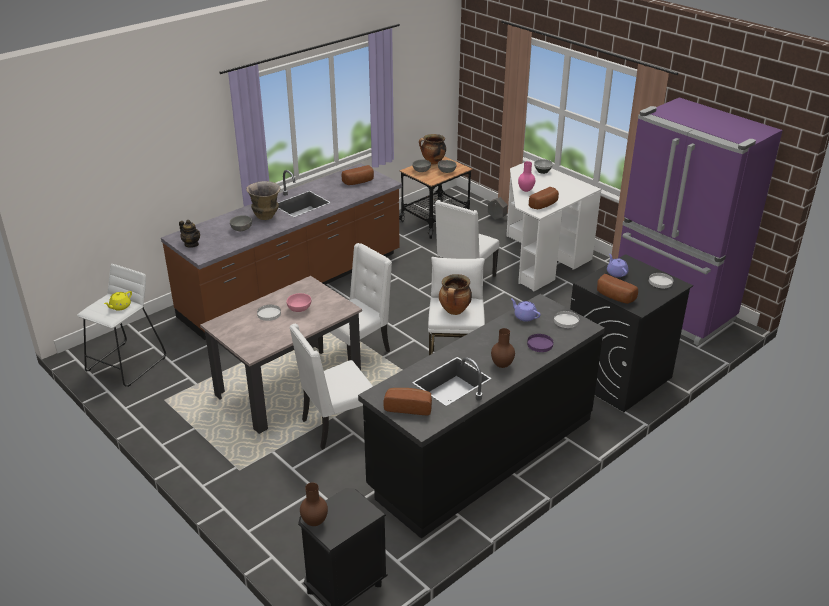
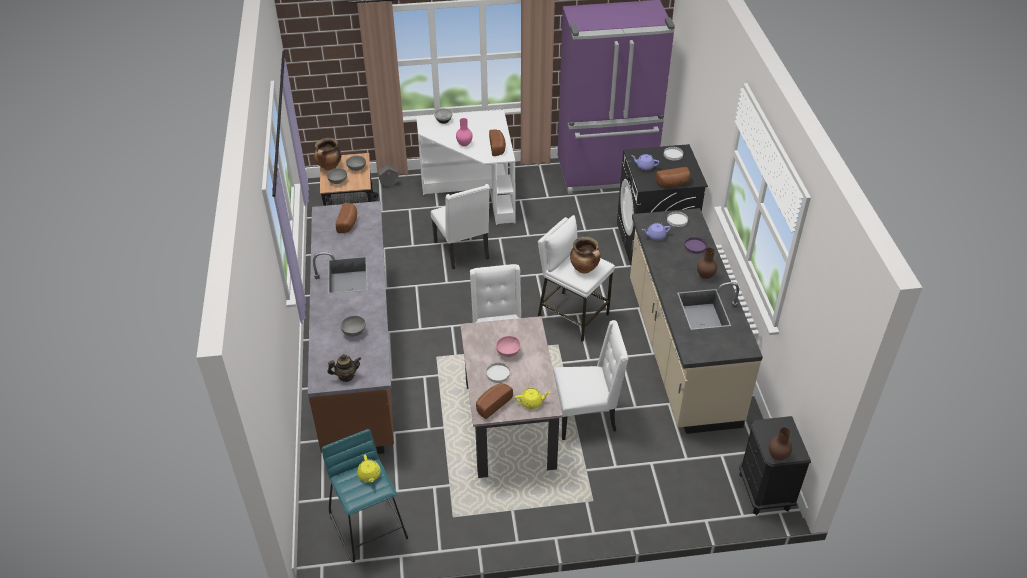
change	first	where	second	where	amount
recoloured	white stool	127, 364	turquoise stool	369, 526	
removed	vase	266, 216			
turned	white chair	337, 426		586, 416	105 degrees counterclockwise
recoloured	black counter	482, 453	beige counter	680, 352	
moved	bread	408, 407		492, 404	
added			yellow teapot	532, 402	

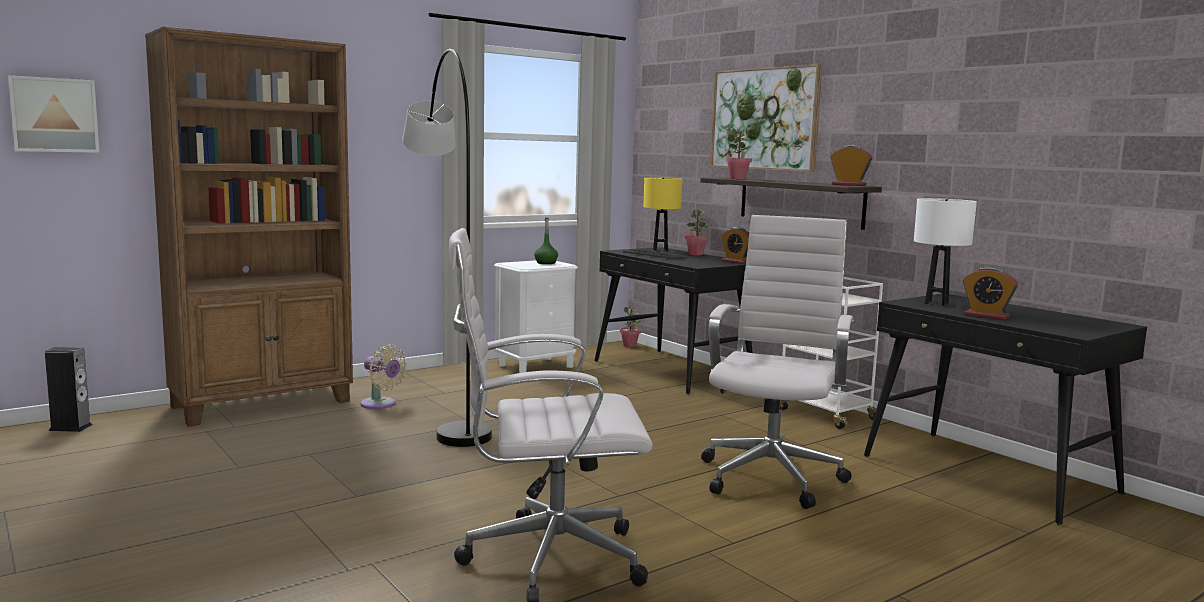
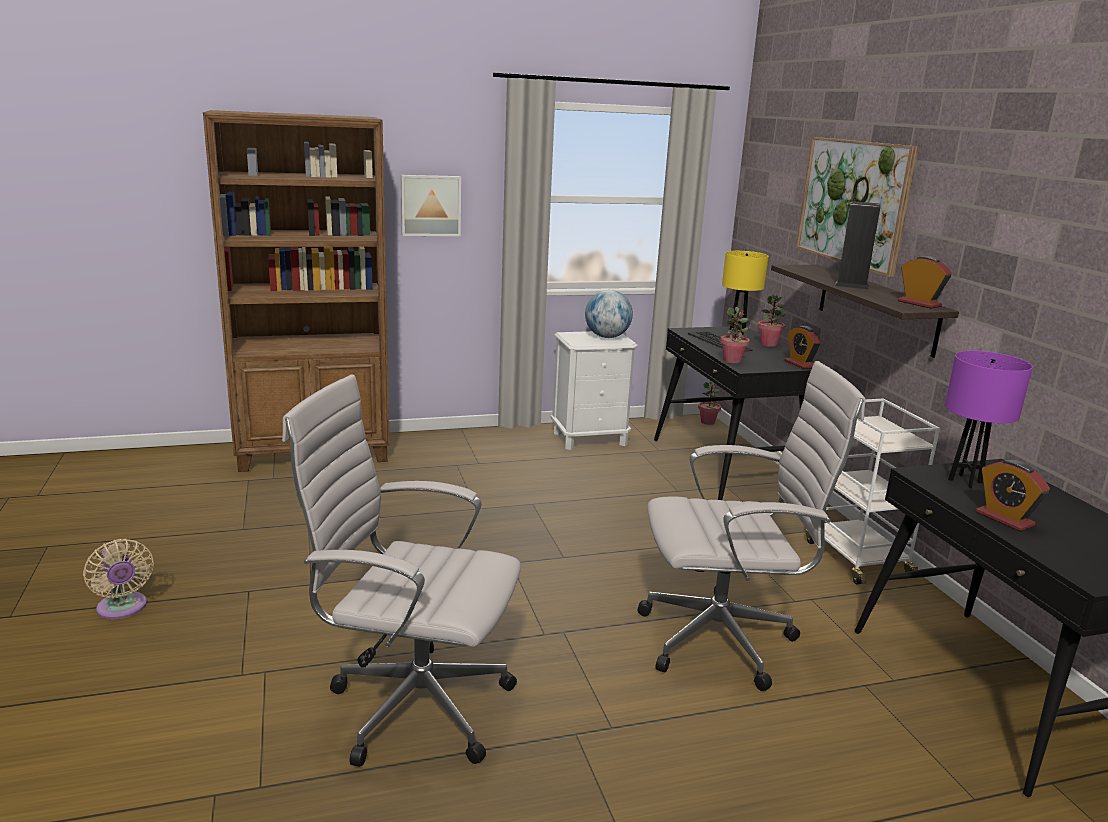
change	first	where	second	where	amount
moved	picture	54, 115		430, 205	
moved	speaker	70, 427		851, 285	
moved	beige fan	381, 404		123, 609	
removed	grey floor lamp	444, 408			
replaced	green bottle	546, 263	globe	607, 337	
turned	white office chair	772, 476		724, 640	45 degrees clockwise
moved	potted plant	737, 179		732, 360	
recoloured	white table lamp	936, 303	purple table lamp	964, 481	

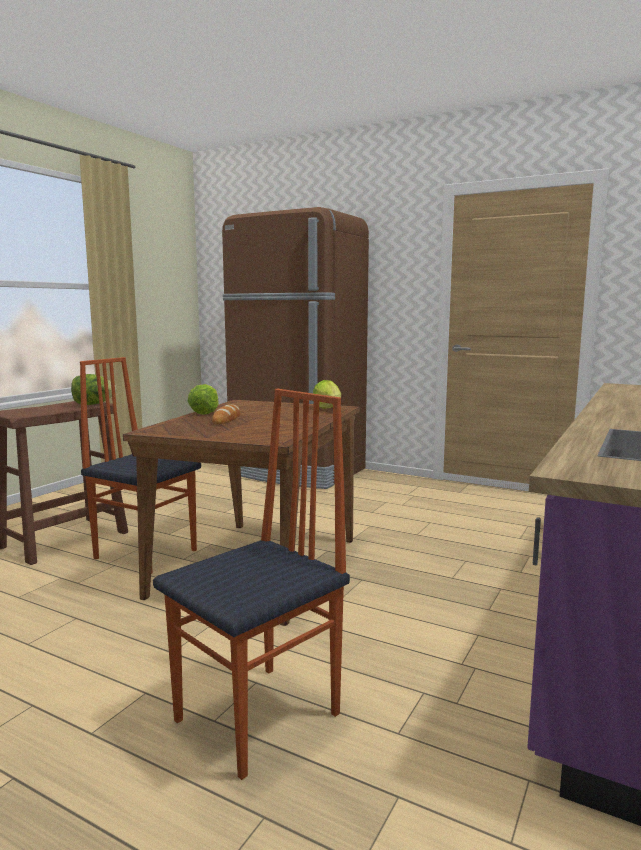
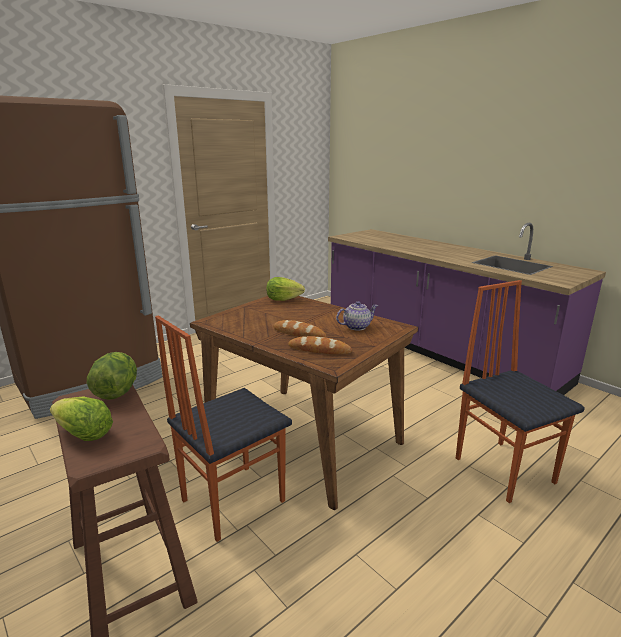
change	first	where	second	where	amount
moved	lettuce	205, 413		84, 435	
added			bread	319, 349	
added			teapot	356, 326	

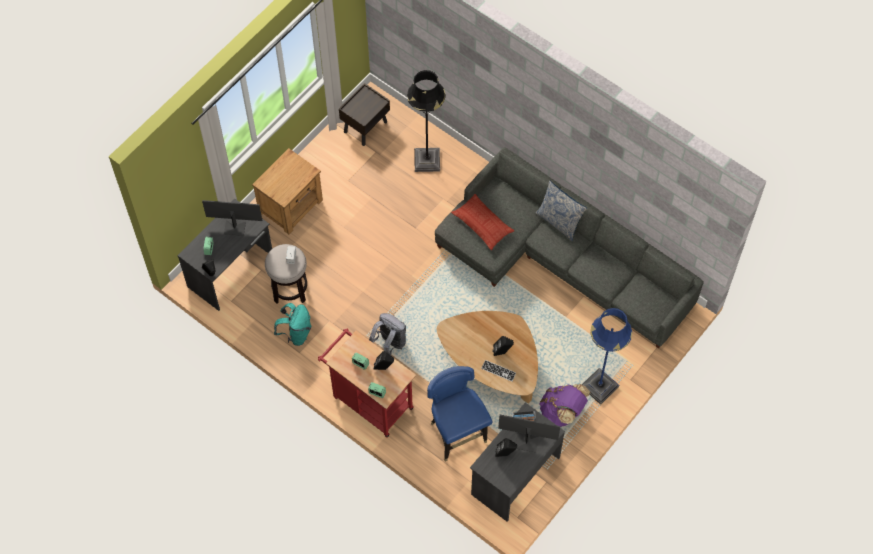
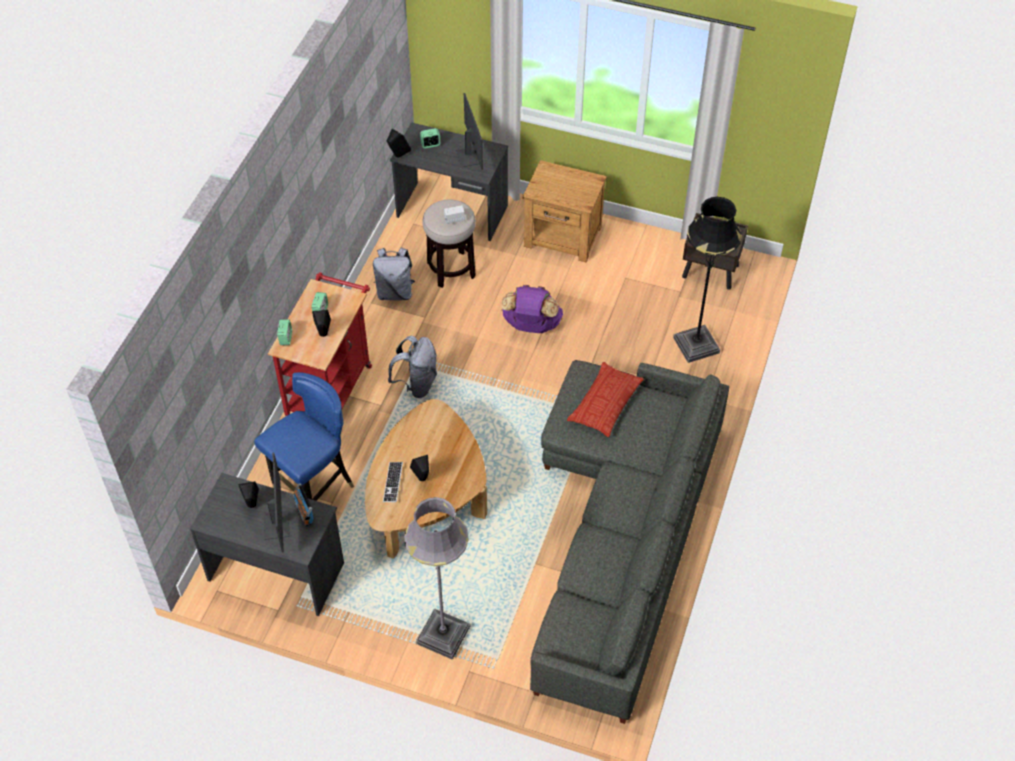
change	first	where	second	where	amount
recoloured	turquoise backpack	296, 333	grey backpack	395, 292	
removed	pillow	559, 221			
moved	purple backpack	562, 413		531, 326	
recoloured	blue floor lamp	599, 387	grey floor lamp	443, 635	

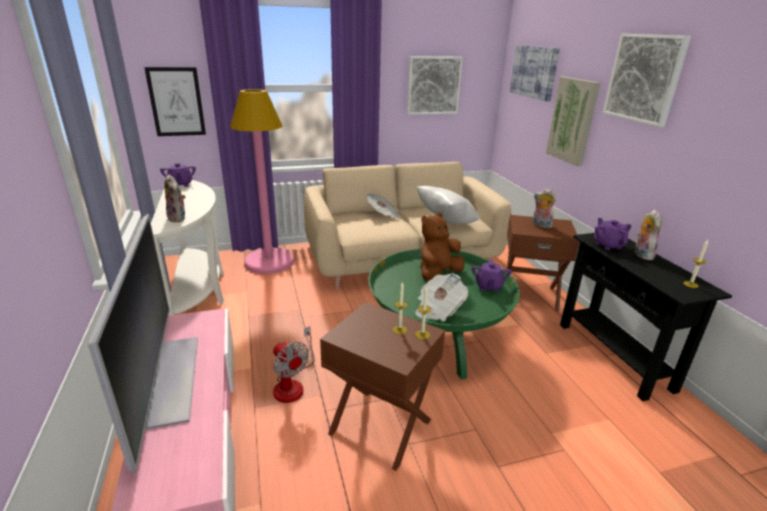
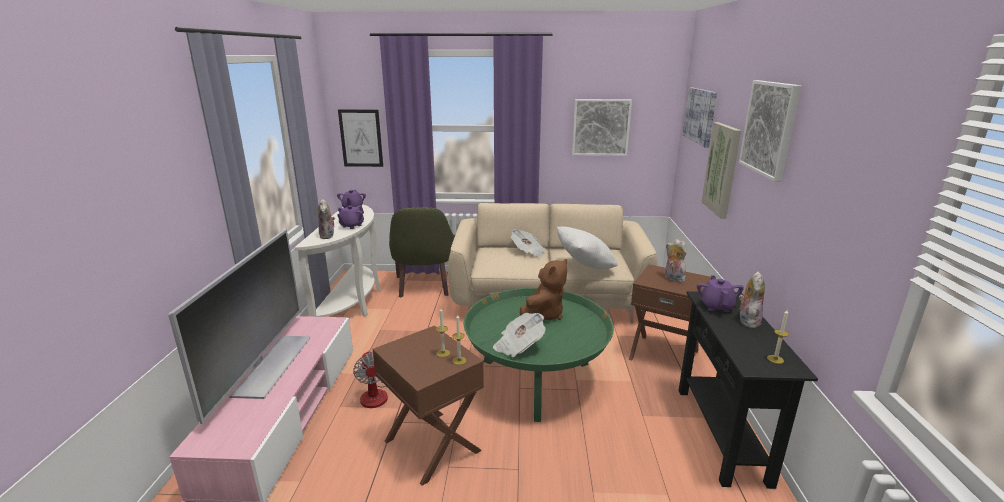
change	first	where	second	where	amount
replaced	pink floor lamp	269, 262	green armchair	425, 286	
turned	brown plush toy	438, 274		543, 315	150 degrees clockwise
moved	purple teapot	488, 286		351, 226	

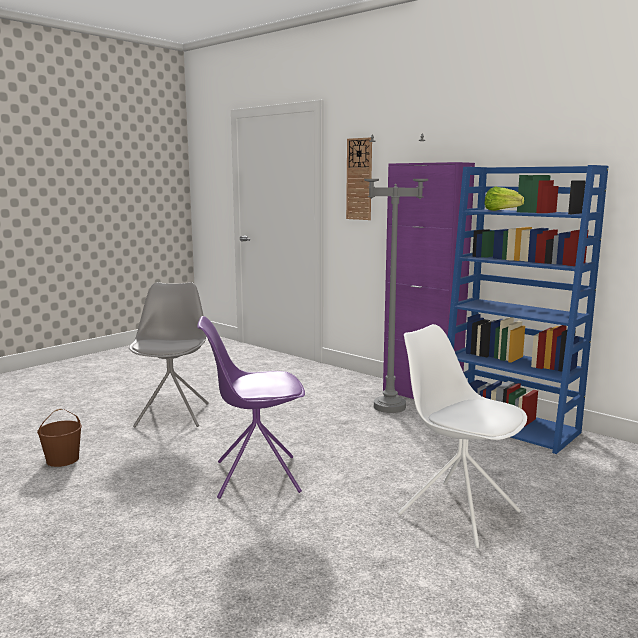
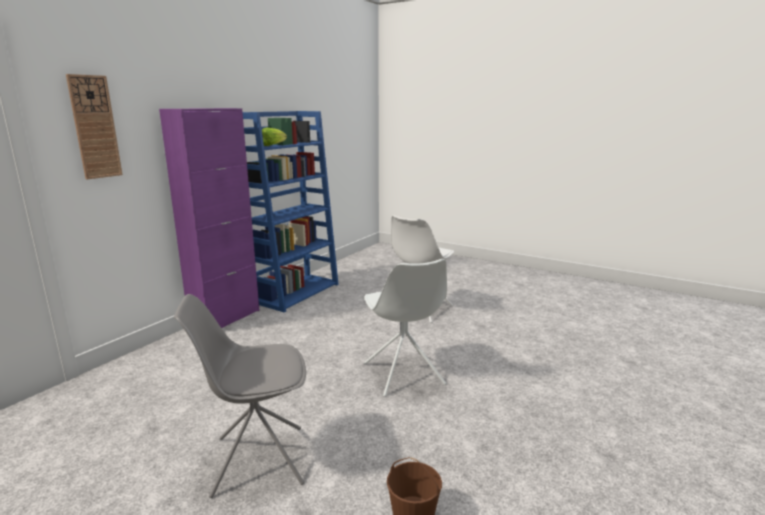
change	first	where	second	where	amount
recoloured	purple chair	255, 476	white chair	404, 375	
removed	grey floor lamp	390, 407			

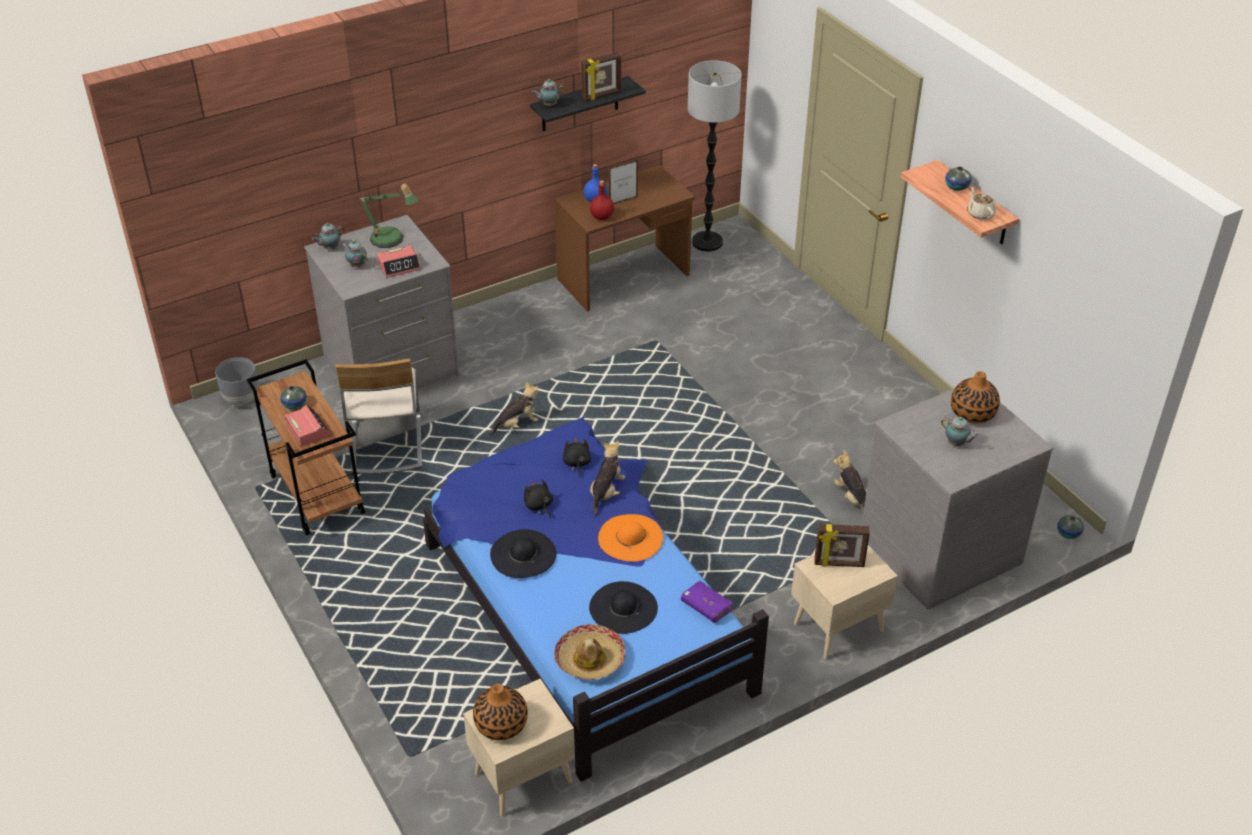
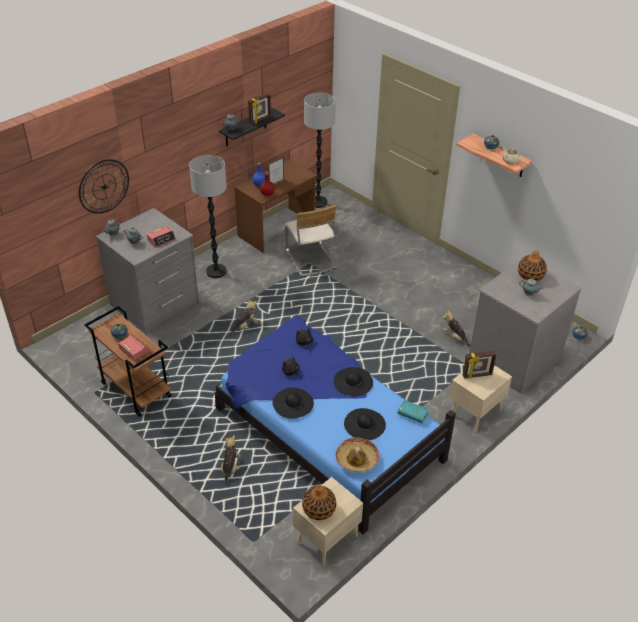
change	first	where	second	where	amount
removed	grey planter	241, 399			
moved	beige chair	385, 444		310, 260	
removed	table lamp	391, 240			
moved	plush toy	606, 493		230, 468	
recoloured	orange hat	630, 538	black hat	353, 381	
recoloured	purple book	706, 606	turquoise book	412, 414	
added			wall clock	104, 186	
added			floor lamp	216, 271	

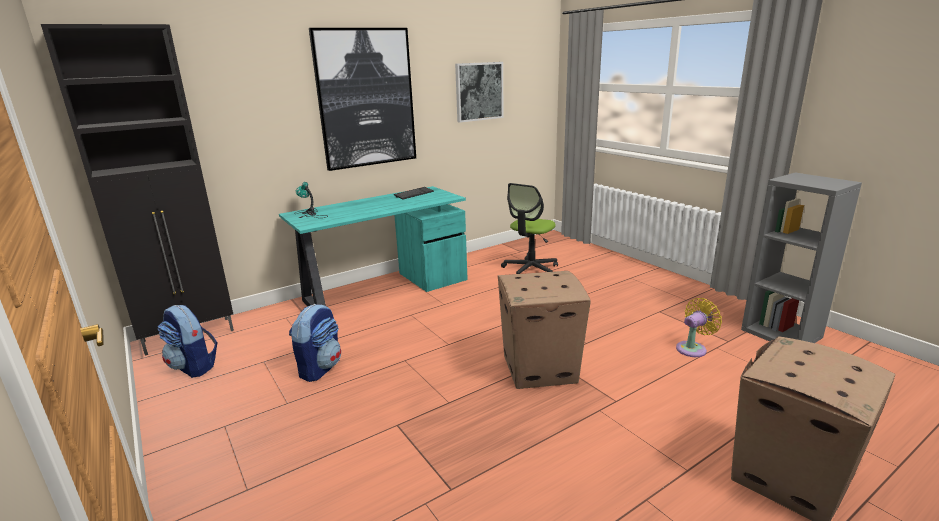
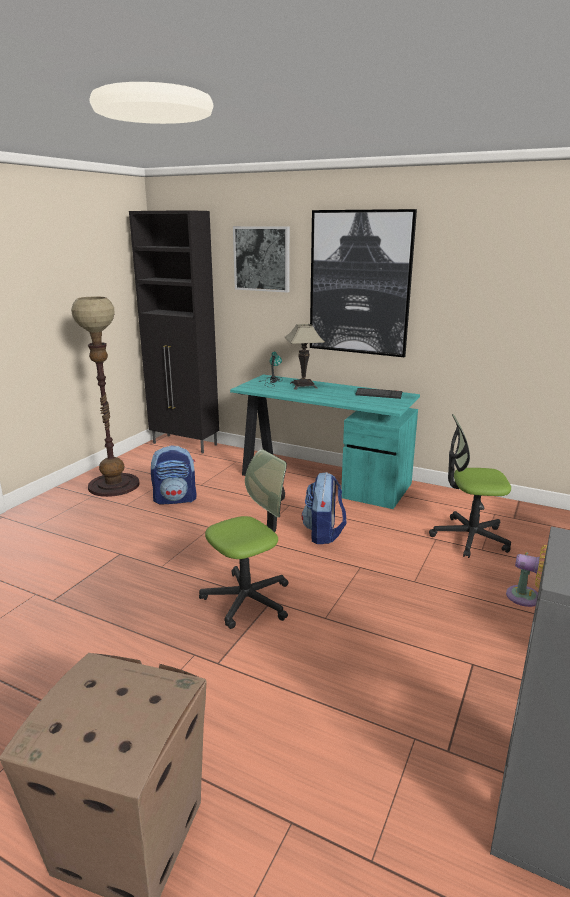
change	first	where	second	where	amount
moved	backpack	194, 367		324, 534	
moved	picture	479, 91		262, 259	
replaced	cardboard box	540, 368	office chair	247, 599	
moved	yellow fan	693, 348		527, 597	
added			floor lamp	114, 485	
added			table lamp	303, 385	

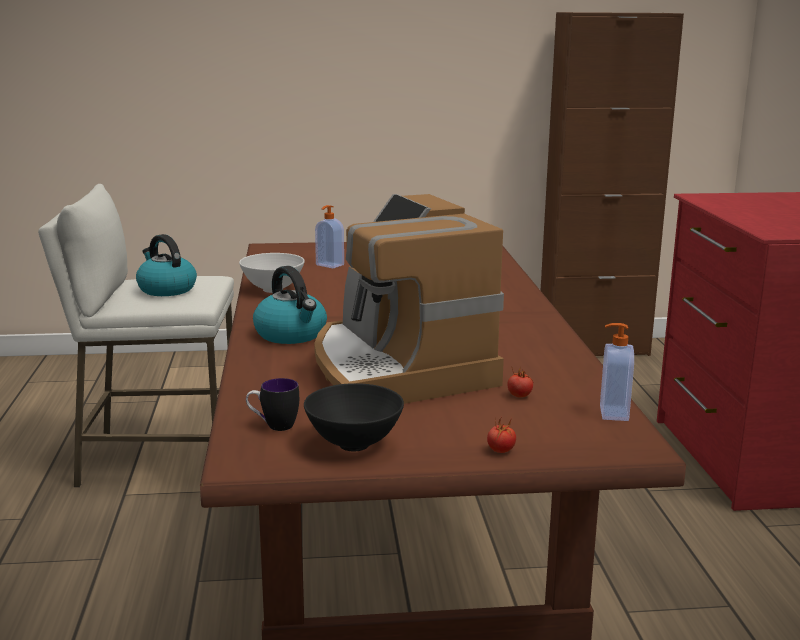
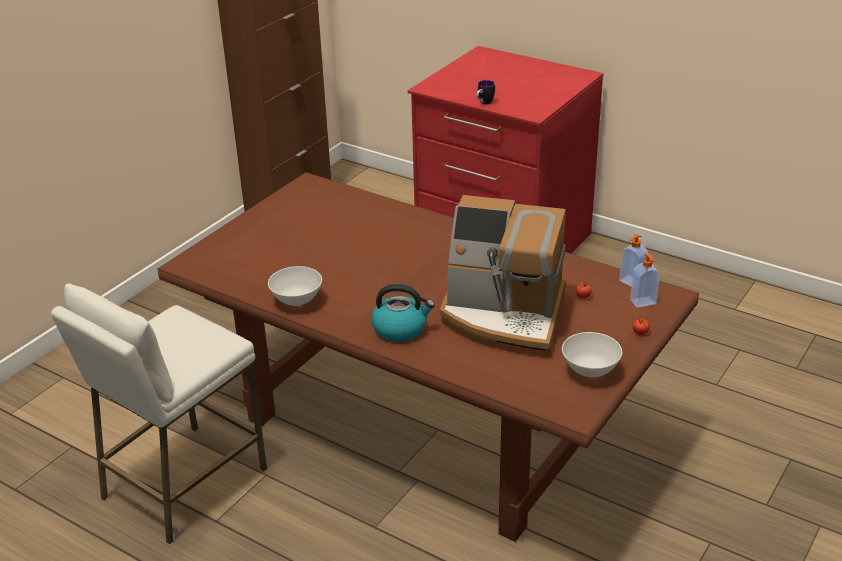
change	first	where	second	where	amount
removed	kettle	166, 289			
moved	mug	273, 426		484, 103	
recoloured	black bowl	354, 444	white bowl	589, 371	
moved	soap dispenser	329, 265		643, 302	

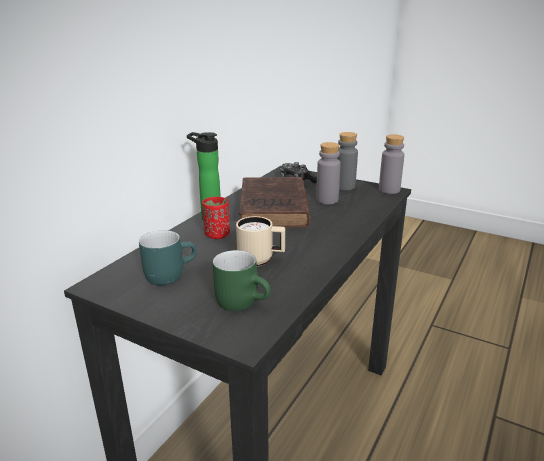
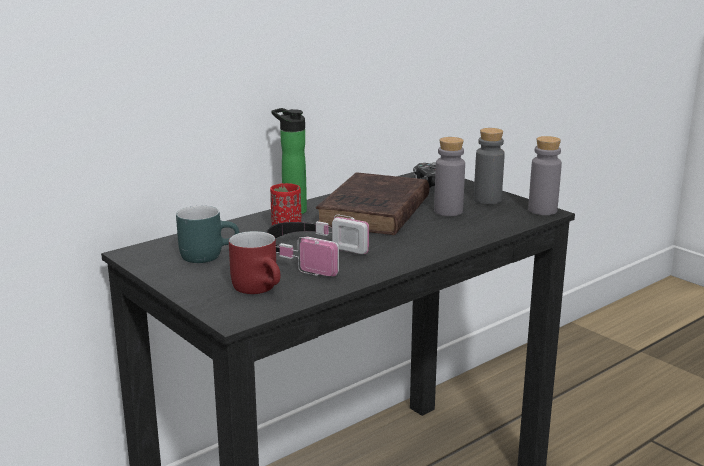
change	first	where	second	where	amount
recoloured	green mug	243, 301	red mug	261, 288	
replaced	beige mug	261, 260	headphones	311, 257	

